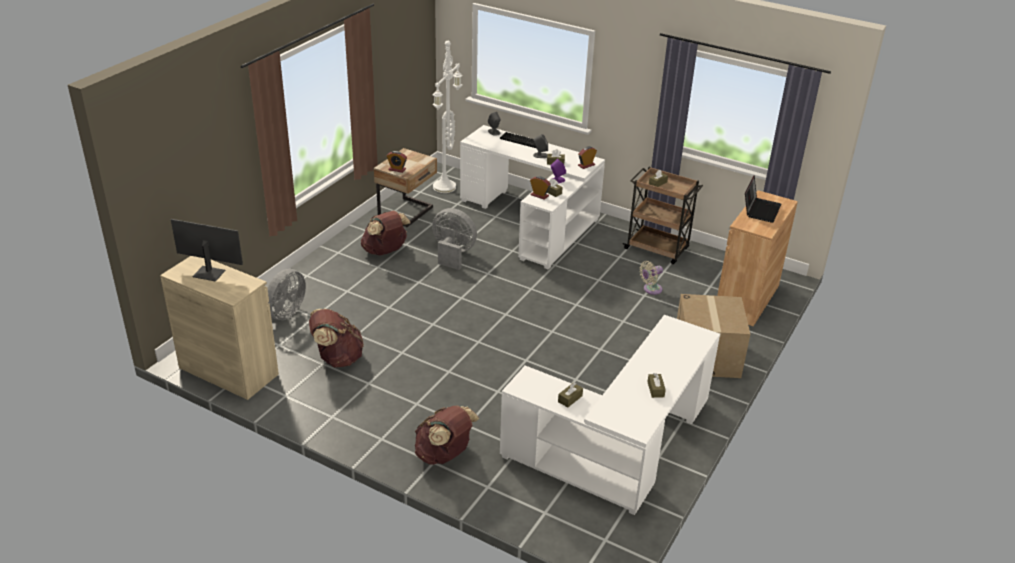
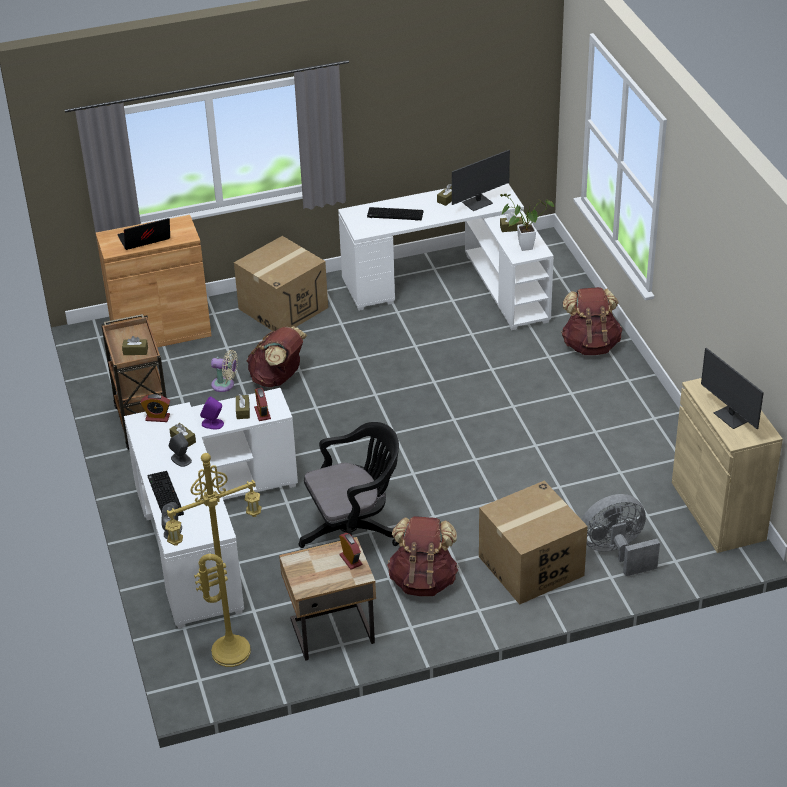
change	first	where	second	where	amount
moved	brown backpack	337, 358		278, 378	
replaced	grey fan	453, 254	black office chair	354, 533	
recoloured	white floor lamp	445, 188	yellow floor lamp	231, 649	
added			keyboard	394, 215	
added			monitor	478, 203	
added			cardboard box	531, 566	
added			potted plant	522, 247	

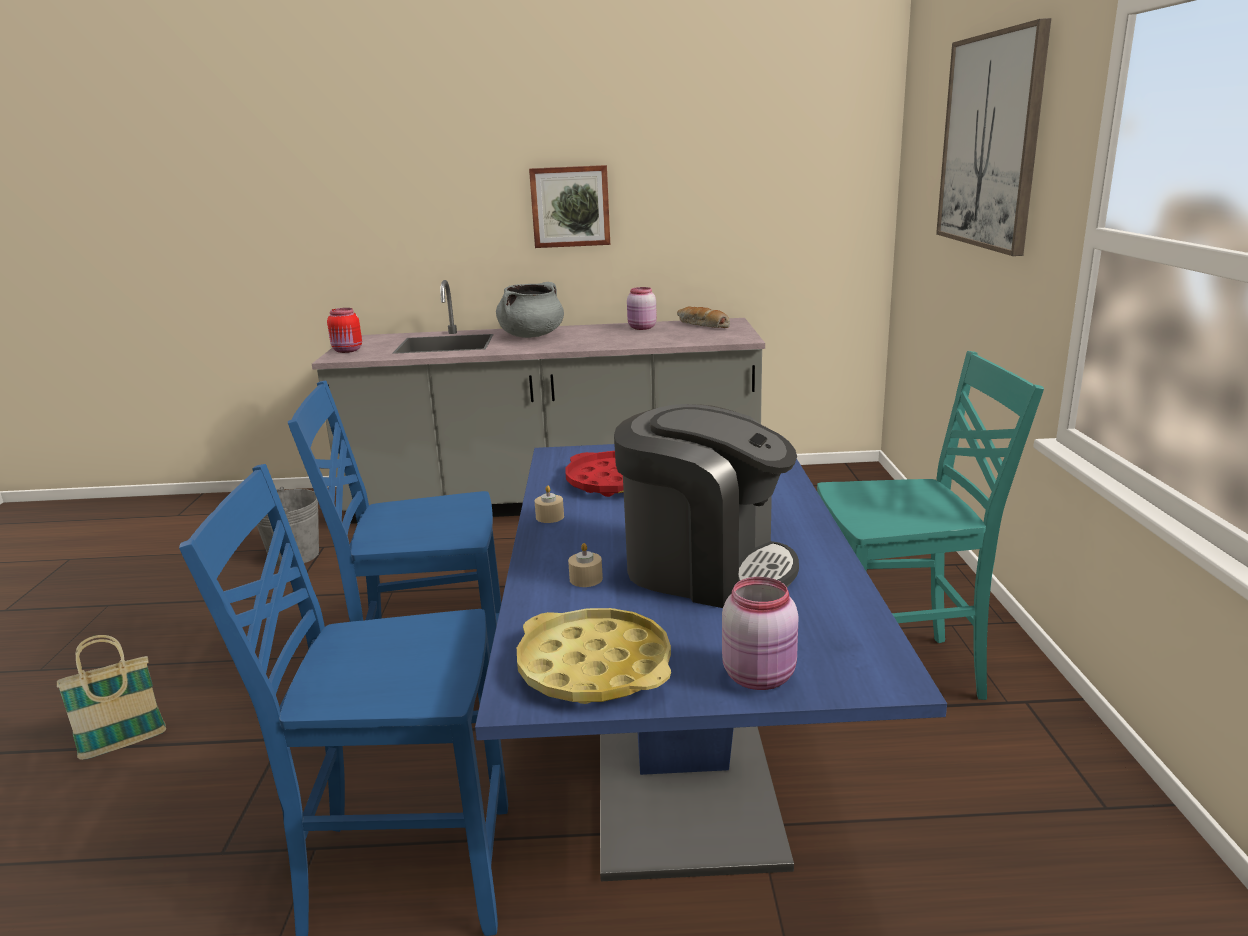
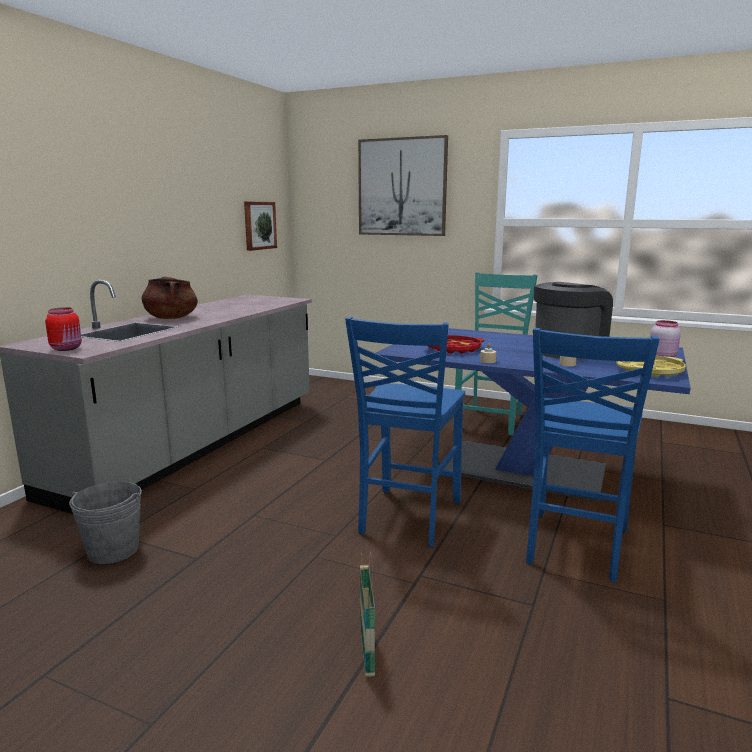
change	first	where	second	where	amount
recoloured	grey cooking pot	532, 336	brown cooking pot	171, 318	
moved	picture	570, 206		259, 225	
removed	pink jar	642, 328			
removed	bread	702, 325			

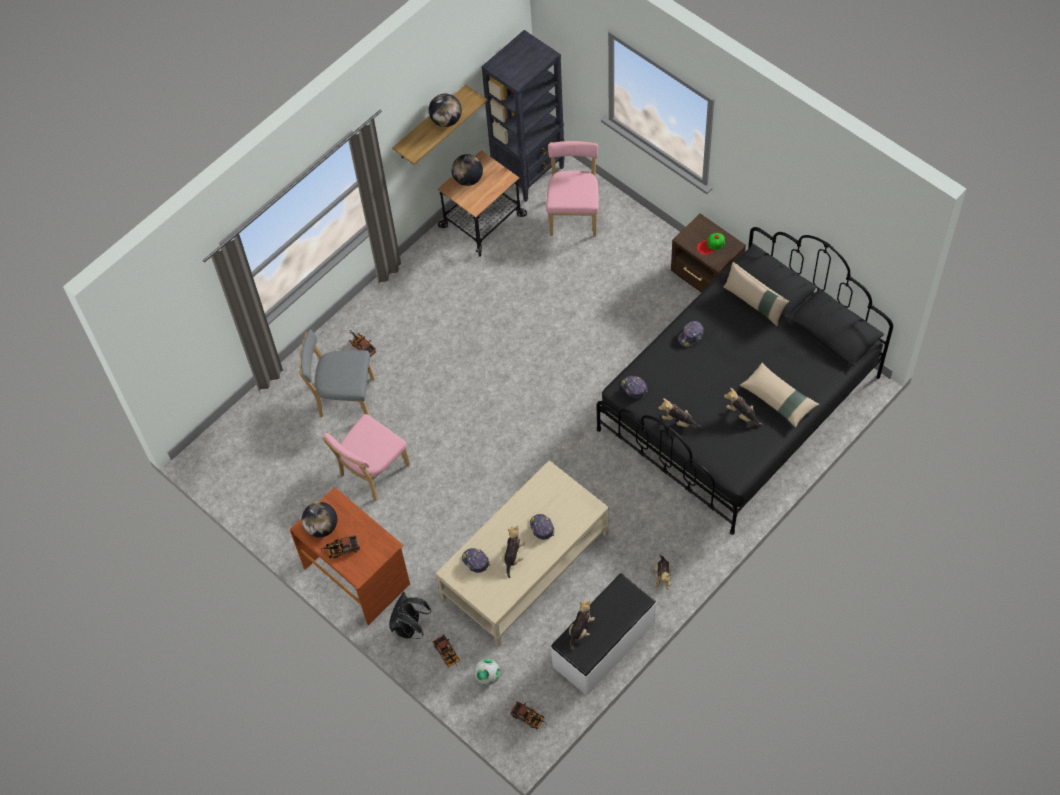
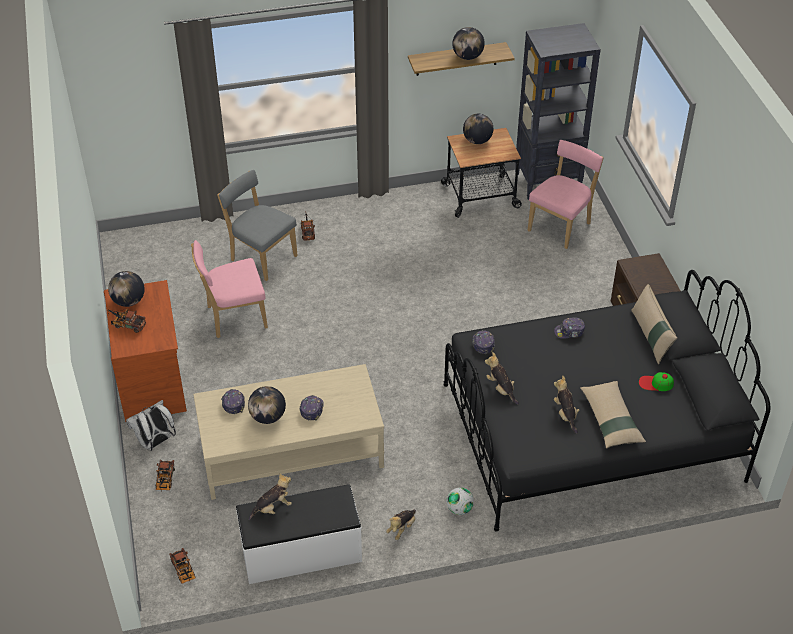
change	first	where	second	where	amount
recoloured	black backpack	410, 627	white backpack	155, 442	
moved	football	487, 676		459, 509	
replaced	plush toy	513, 556	globe	268, 417	
moved	cap	711, 245		656, 383	

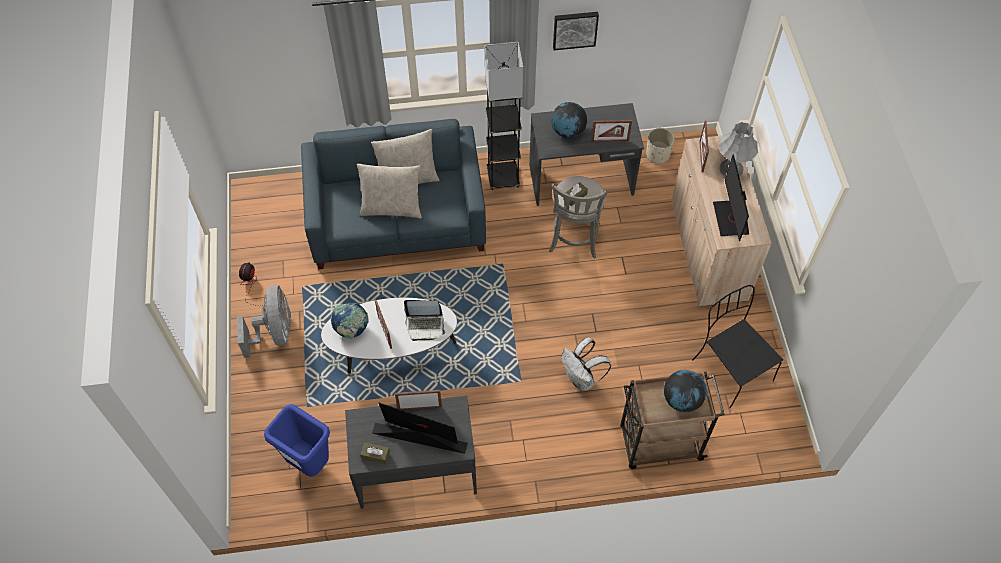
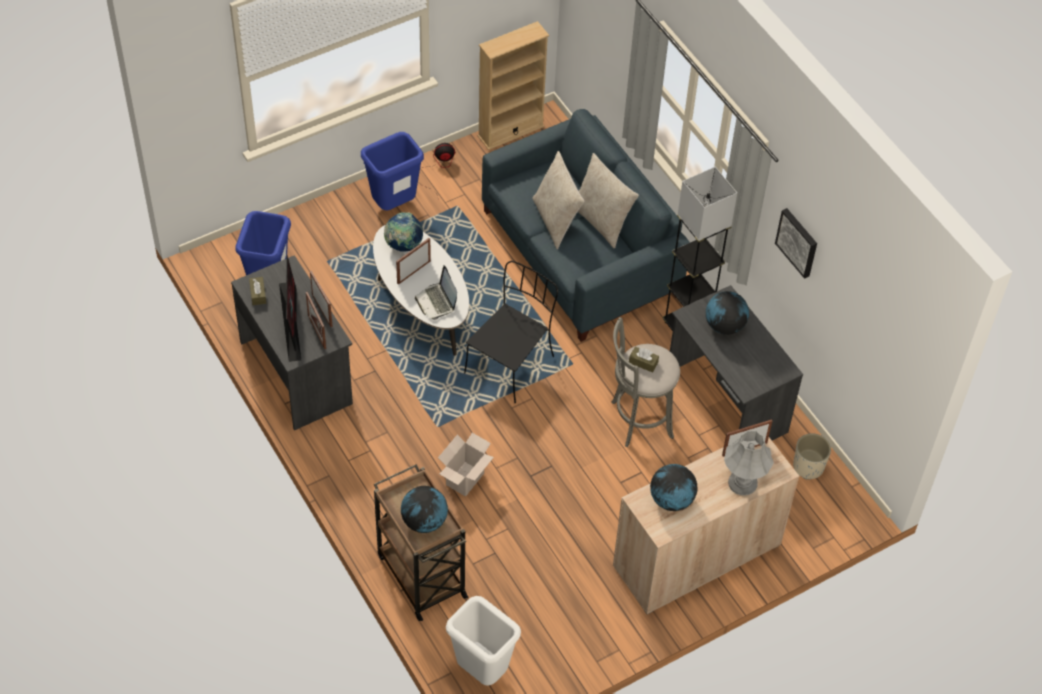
change	first	where	second	where	amount
replaced	grey fan	275, 333	blue trash can	394, 205	
replaced	white backpack	582, 379	cardboard box	465, 480	
moved	picture frame	609, 141		317, 331	
moved	black chair	730, 369		510, 363	
replaced	monitor	731, 218	globe	671, 500	
added			white trash can	482, 672	
added			beige bookcase	510, 131	

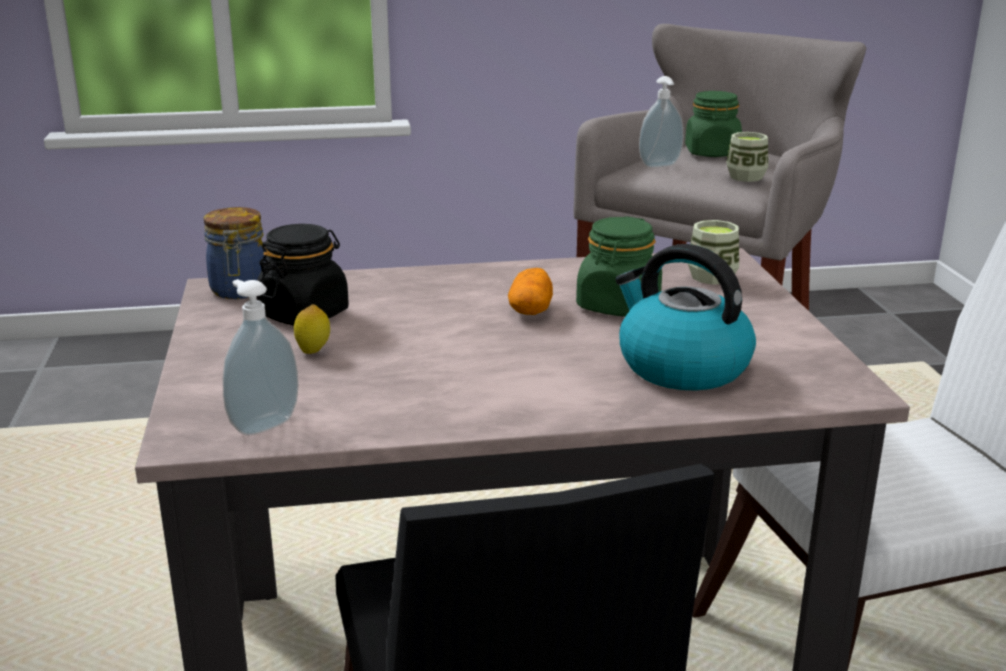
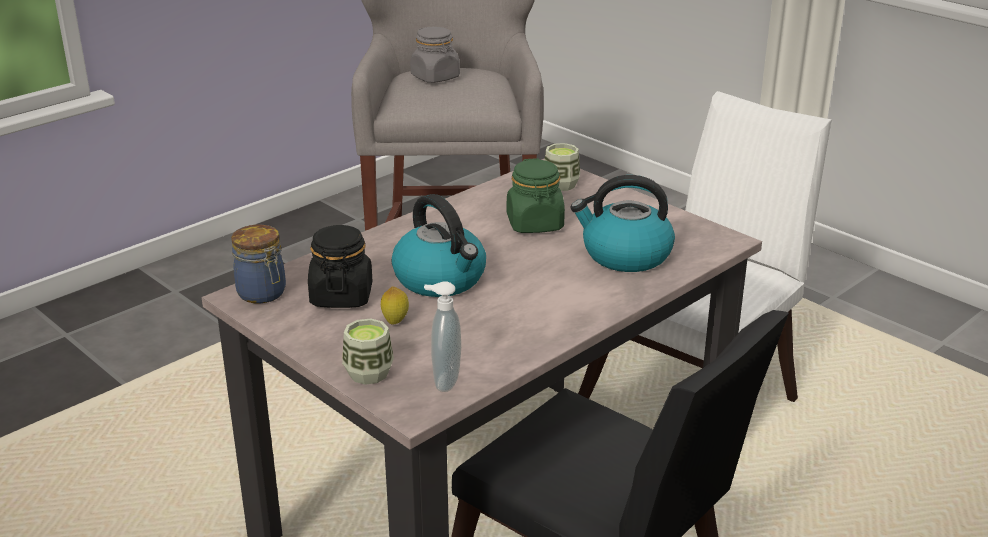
change	first	where	second	where	amount
removed	potato	530, 310			
removed	soap dispenser	660, 166			
recoloured	green jar	712, 153	grey jar	435, 77	
moved	cup	745, 177		368, 373	
added			kettle	441, 279	

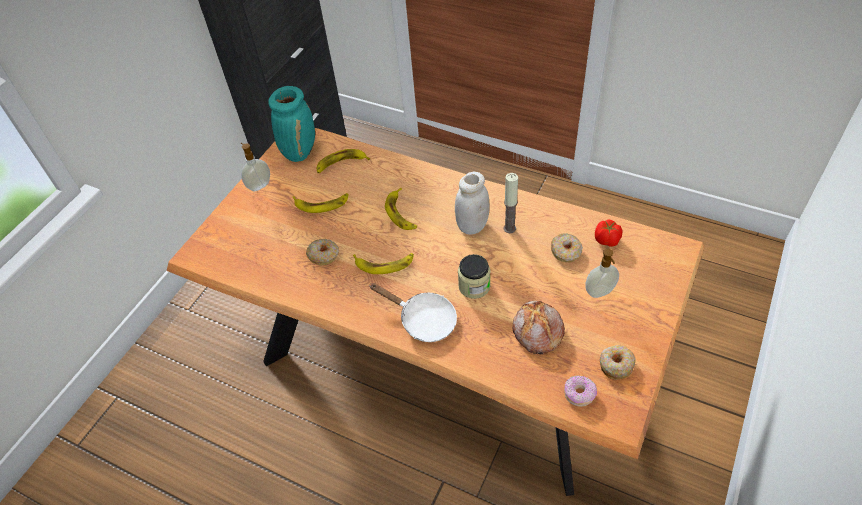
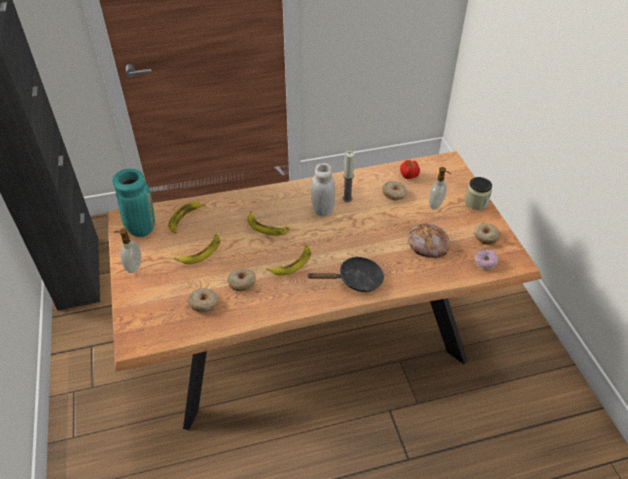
change	first	where	second	where	amount
recoloured	white frying pan	423, 320	black frying pan	355, 280	
moved	jar	474, 286		476, 202	
added			donut	204, 303	

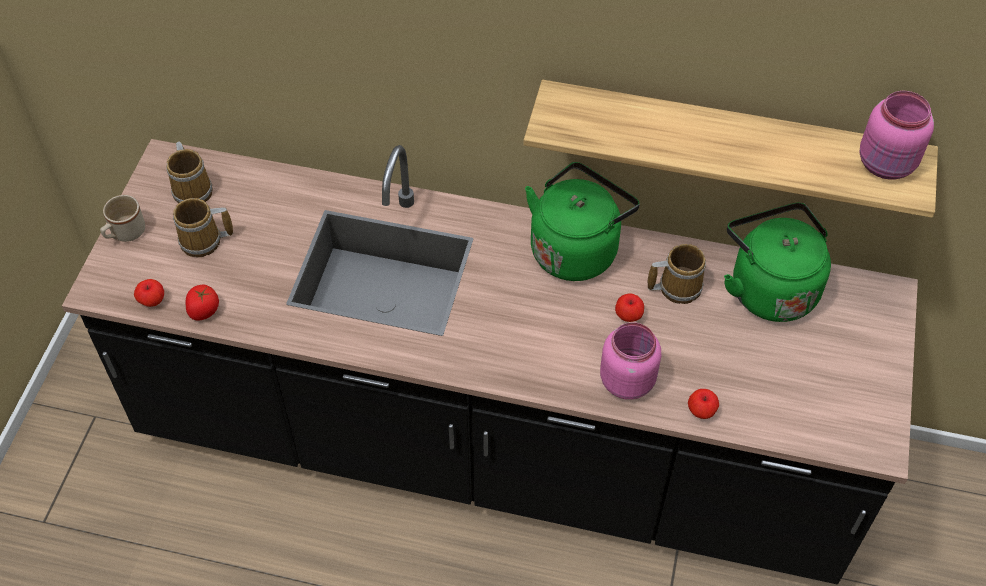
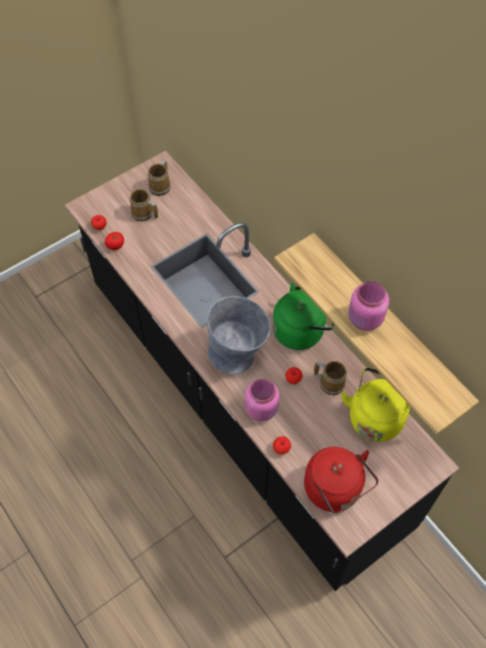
change	first	where	second	where	amount
removed	beige mug	125, 234			
recoloured	green kettle	769, 288	yellow kettle	376, 416	
moved	pink jar	887, 165		365, 320	
added			grey bowl	239, 352	
added			red kettle	335, 490	

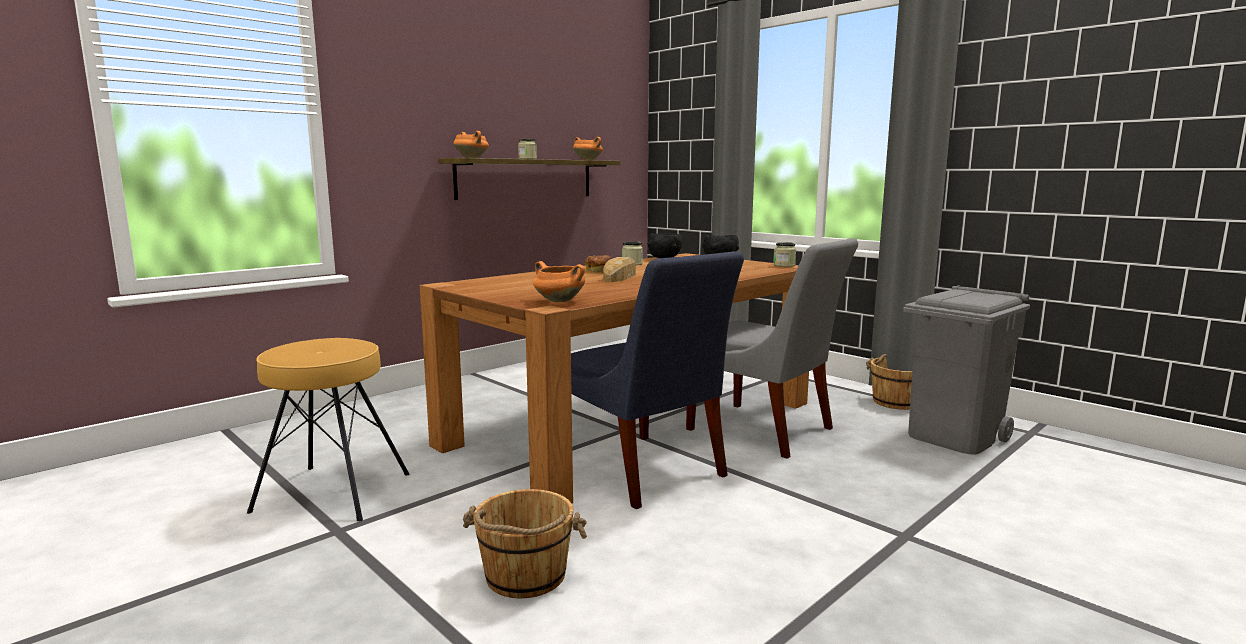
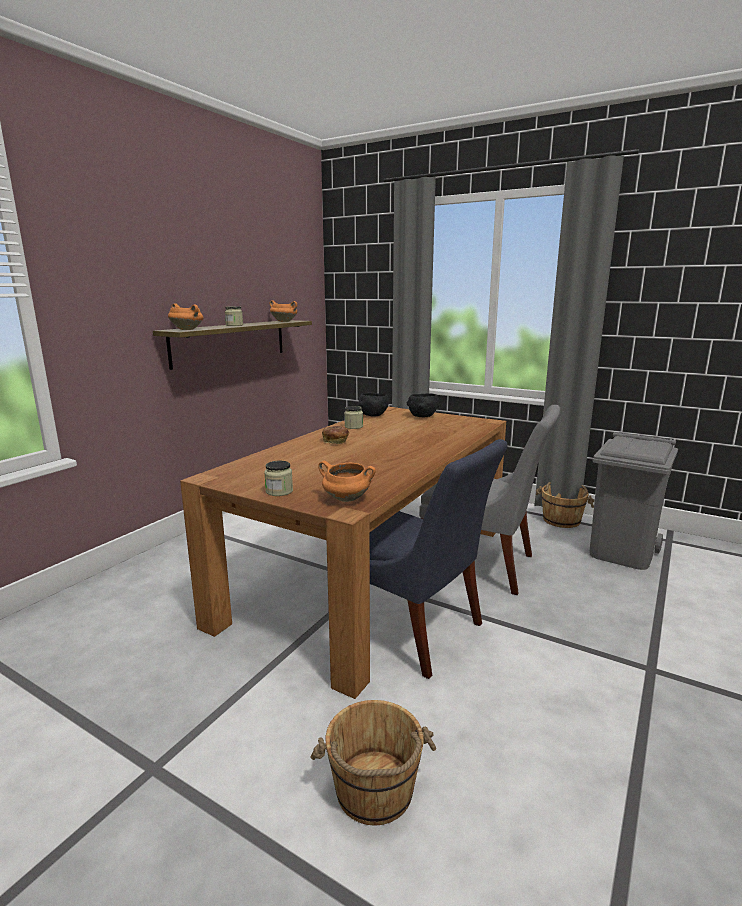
change	first	where	second	where	amount
removed	brown stool	332, 493			
removed	bread	620, 277			
moved	jar	784, 265		279, 491	

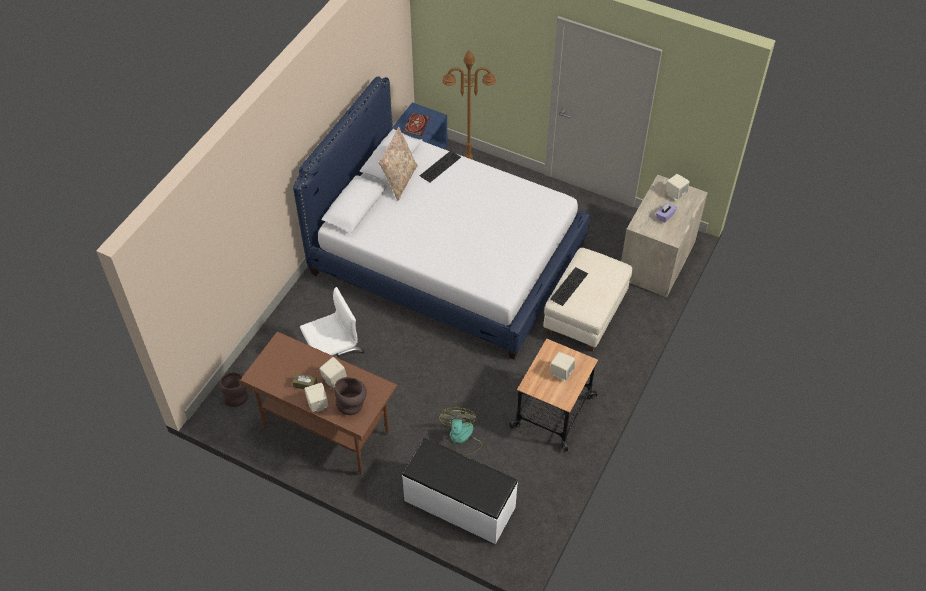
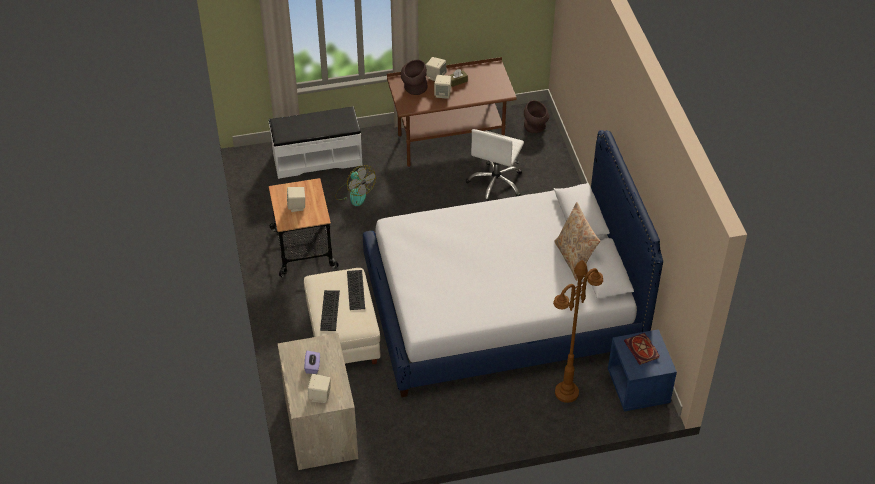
change	first	where	second	where	amount
moved	keyboard	440, 165		331, 311	

